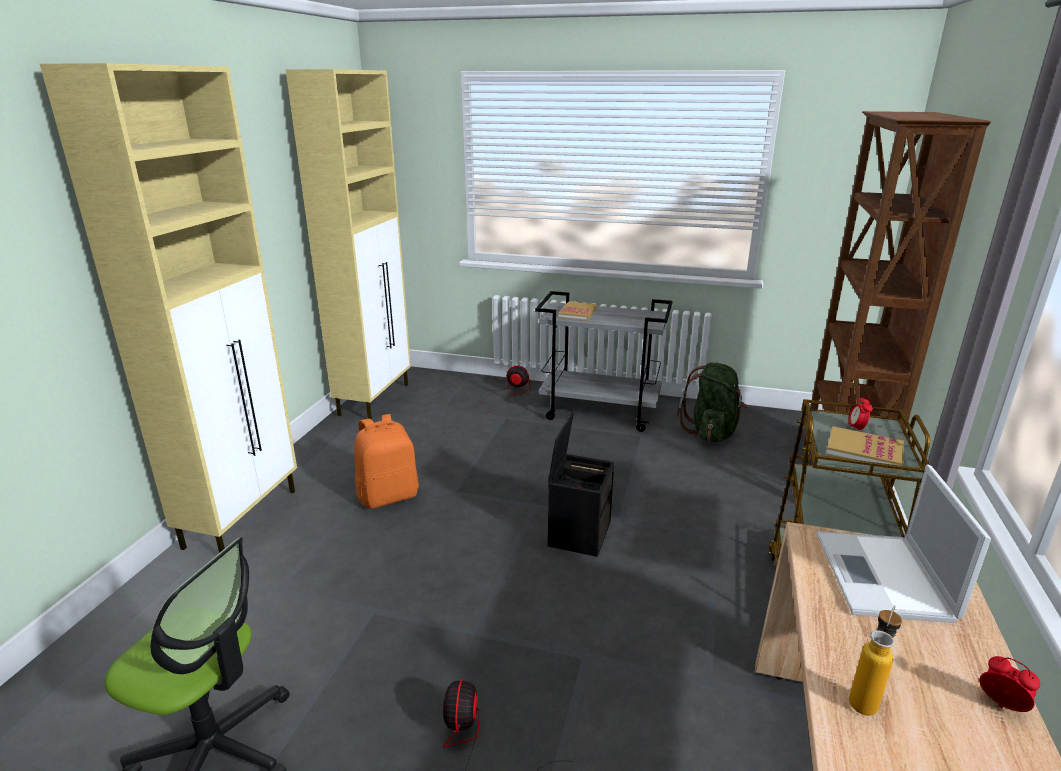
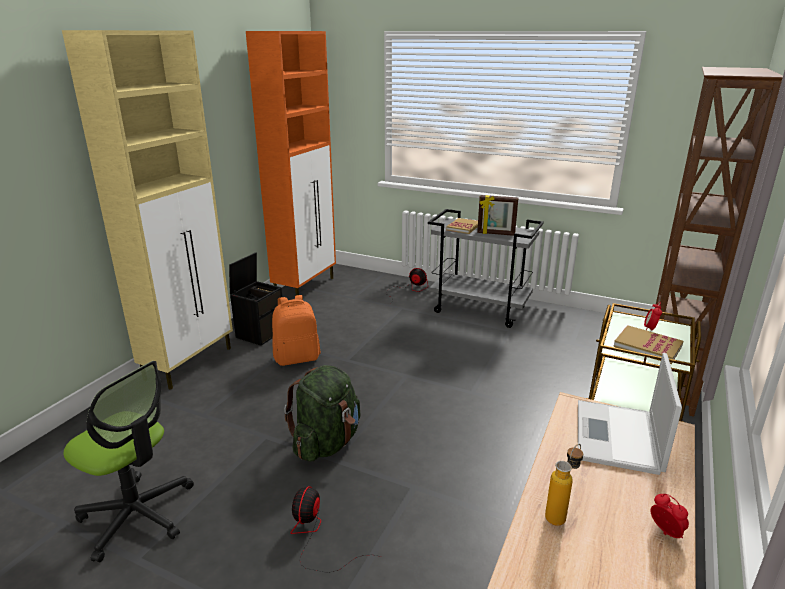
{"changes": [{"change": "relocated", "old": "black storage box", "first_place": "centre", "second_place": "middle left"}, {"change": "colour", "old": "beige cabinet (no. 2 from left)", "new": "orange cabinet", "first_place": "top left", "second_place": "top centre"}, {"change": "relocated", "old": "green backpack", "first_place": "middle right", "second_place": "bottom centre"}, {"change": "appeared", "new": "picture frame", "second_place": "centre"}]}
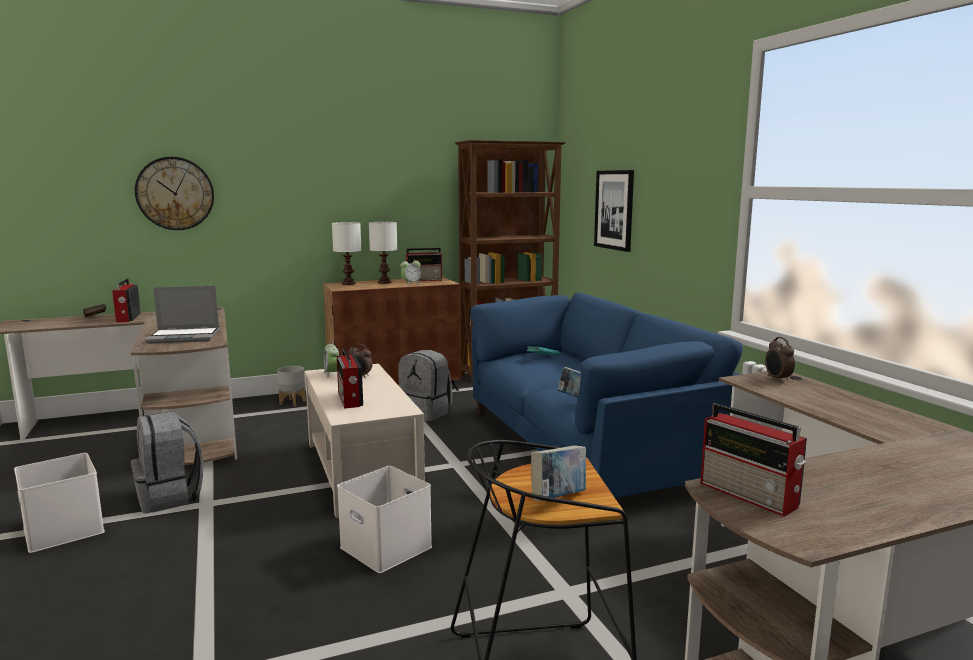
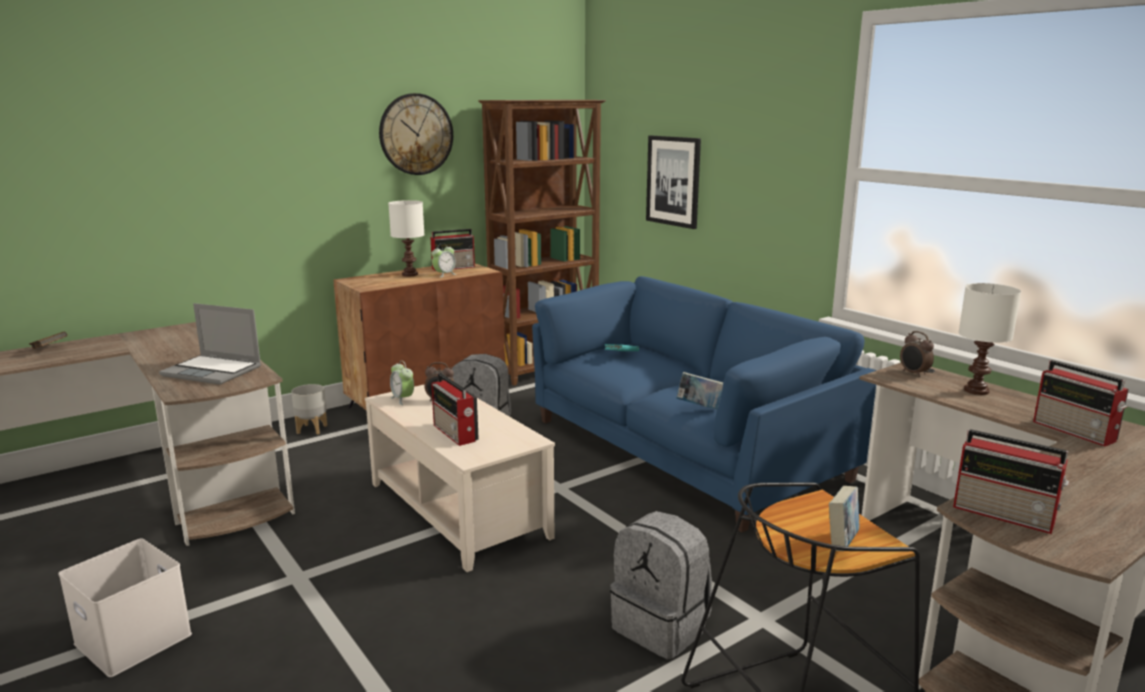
{"changes": [{"change": "spun", "old": "laptop", "first_place": "middle left", "second_place": "middle left", "degrees": 45}, {"change": "relocated", "old": "wall clock", "first_place": "top left", "second_place": "top centre"}, {"change": "relocated", "old": "grey backpack (no. 1 from left in the first image)", "new": "grey backpack (no. 2 from left)", "first_place": "bottom left", "second_place": "bottom centre"}, {"change": "relocated", "old": "white table lamp (no. 1 from left in the first image)", "new": "white table lamp (no. 2 from left)", "first_place": "centre", "second_place": "middle right"}, {"change": "relocated", "old": "radio (no. 1 from left in the first image)", "new": "radio (no. 4 from left)", "first_place": "middle left", "second_place": "middle right"}, {"change": "missing", "old": "white storage box (no. 2 from left)", "first_place": "bottom centre"}]}
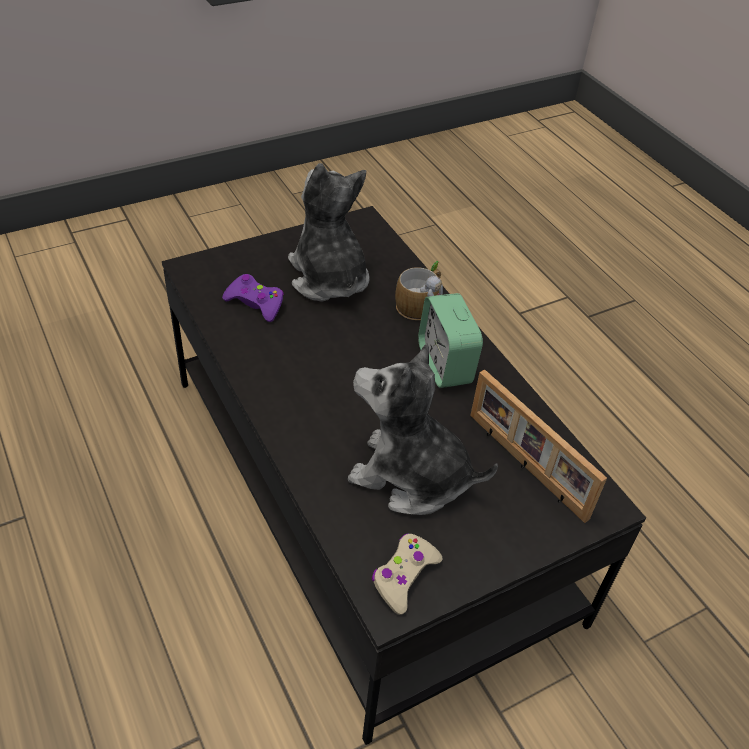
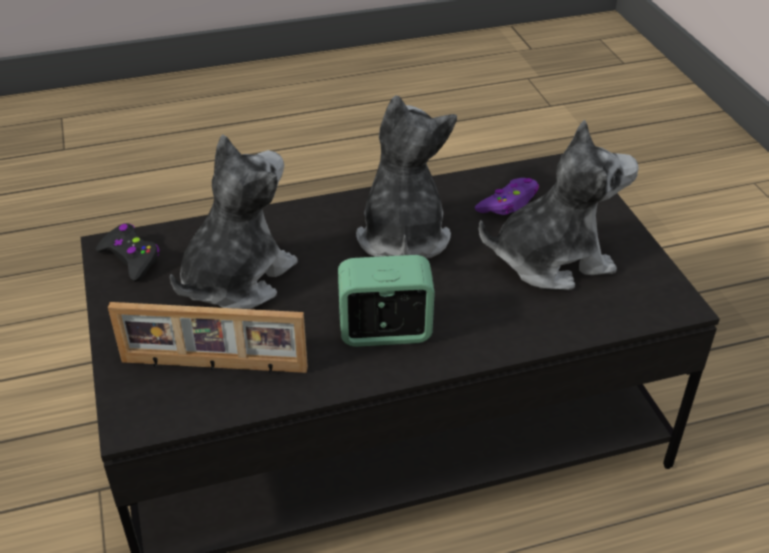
{"changes": [{"change": "colour", "old": "beige game controller", "new": "black game controller", "first_place": "bottom centre", "second_place": "middle left"}, {"change": "spun", "old": "picture frame", "first_place": "middle right", "second_place": "middle left", "degrees": -150}, {"change": "appeared", "new": "plush toy (no. 2 from left)", "second_place": "top centre"}, {"change": "missing", "old": "mug", "first_place": "centre"}]}
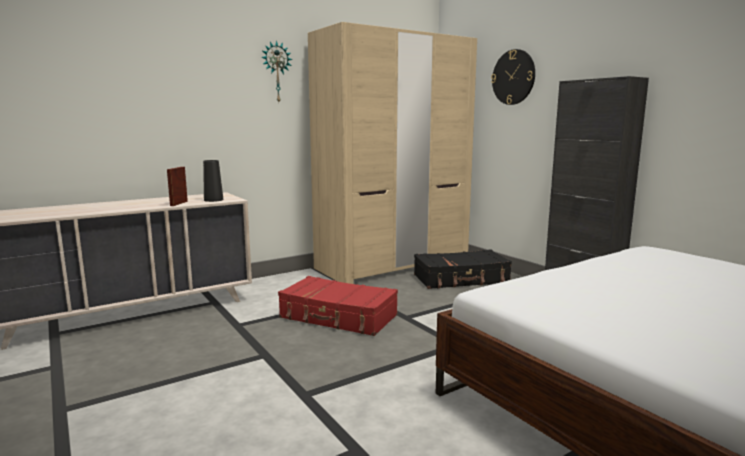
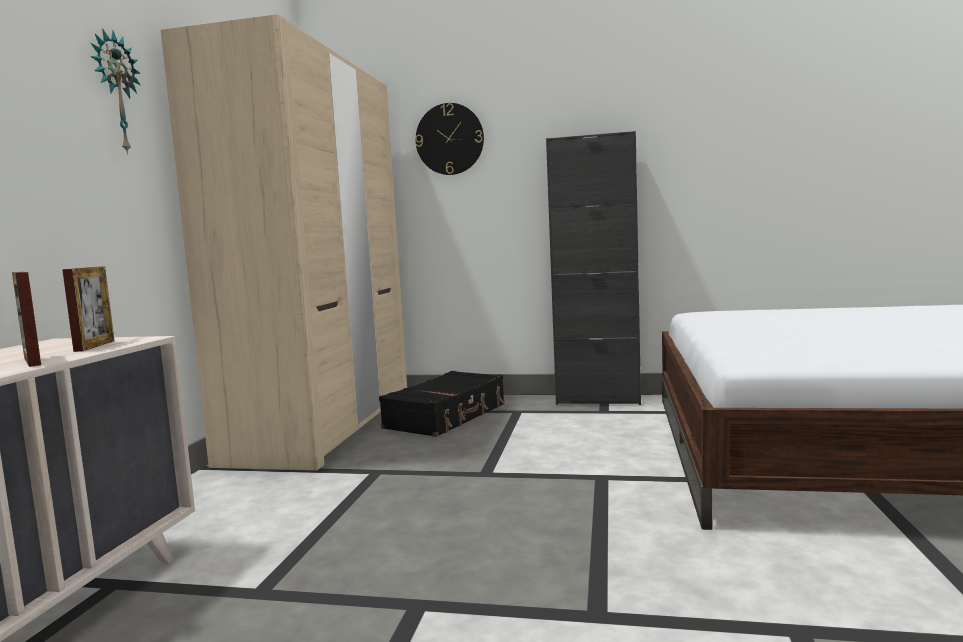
{"changes": [{"change": "exchanged", "old": "black vase", "new": "picture frame (no. 2 from left)", "first_place": "middle left", "second_place": "middle left"}, {"change": "missing", "old": "red suitcase", "first_place": "bottom centre"}]}
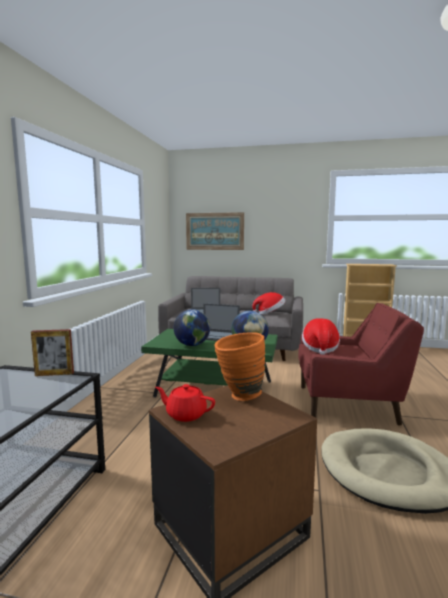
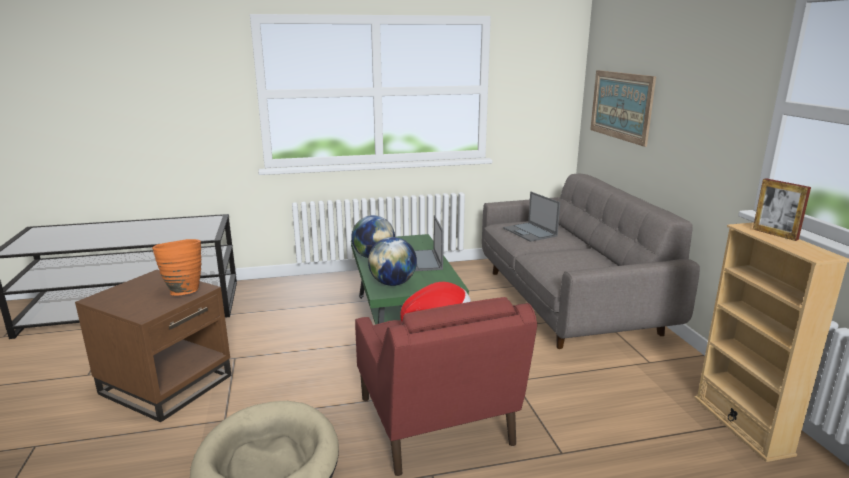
{"changes": [{"change": "relocated", "old": "picture frame", "first_place": "middle left", "second_place": "middle right"}, {"change": "missing", "old": "red teapot", "first_place": "bottom centre"}, {"change": "missing", "old": "hat (no. 1 from left)", "first_place": "centre"}]}
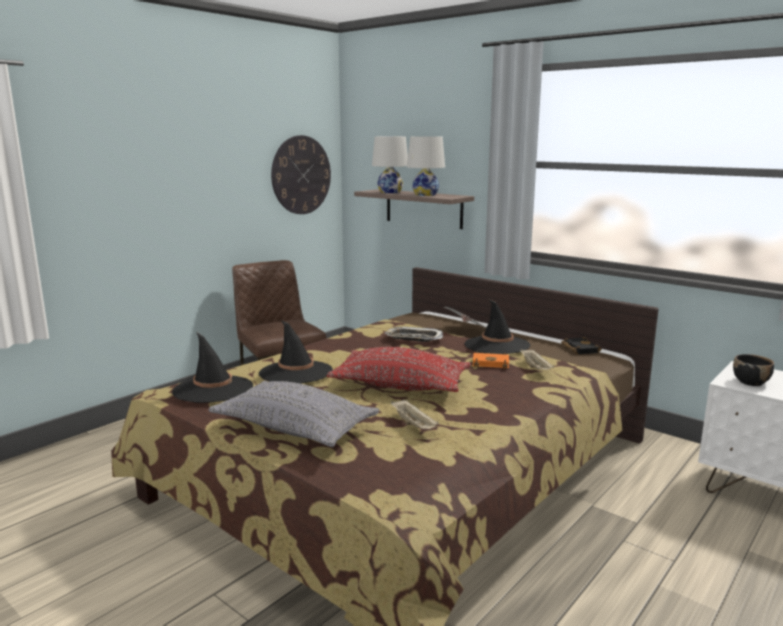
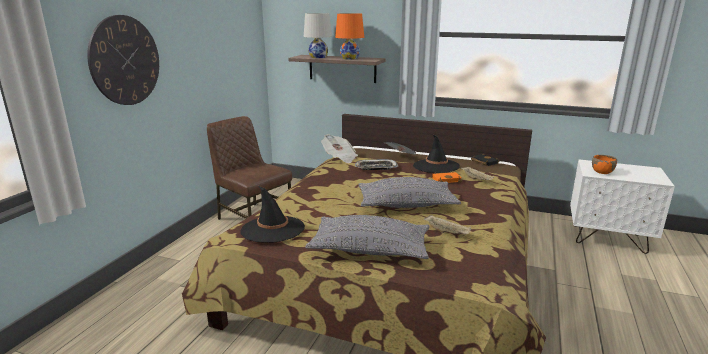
{"changes": [{"change": "relocated", "old": "wall clock", "first_place": "top centre", "second_place": "top left"}, {"change": "appeared", "new": "newspaper (no. 1 from left)", "second_place": "centre"}, {"change": "colour", "old": "white table lamp (no. 2 from left)", "new": "orange table lamp", "first_place": "top centre", "second_place": "top centre"}, {"change": "colour", "old": "red pillow", "new": "grey pillow (no. 2 from left)", "first_place": "centre", "second_place": "centre"}, {"change": "colour", "old": "black bowl", "new": "orange bowl", "first_place": "middle right", "second_place": "middle right"}, {"change": "missing", "old": "black hat (no. 2 from left)", "first_place": "centre"}]}
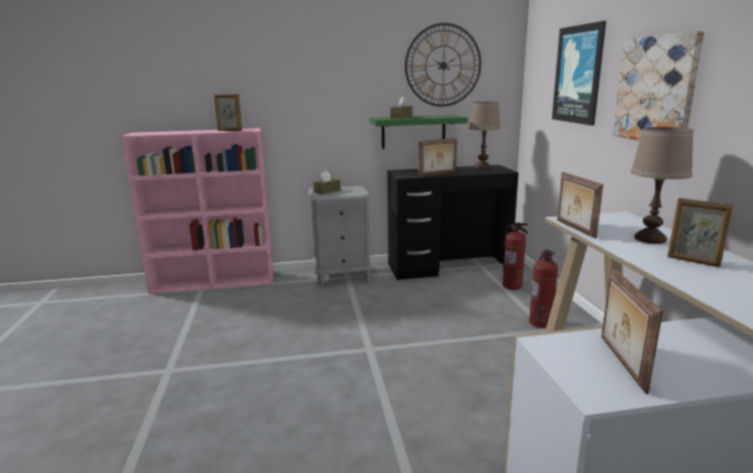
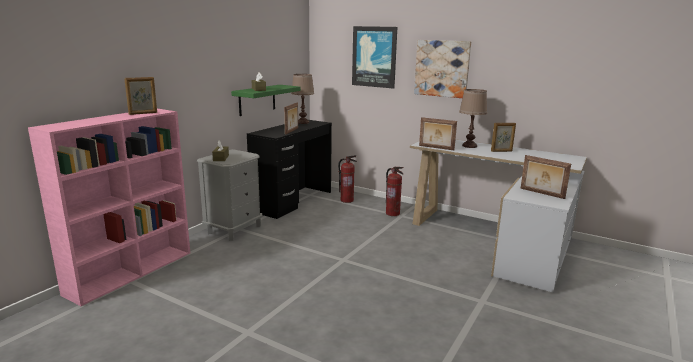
{"changes": [{"change": "missing", "old": "wall clock", "first_place": "top centre"}]}
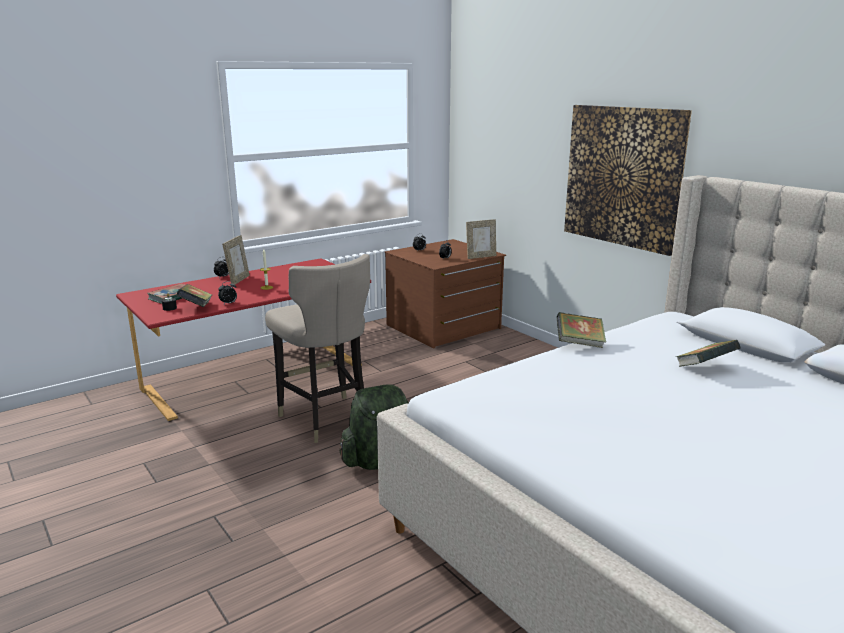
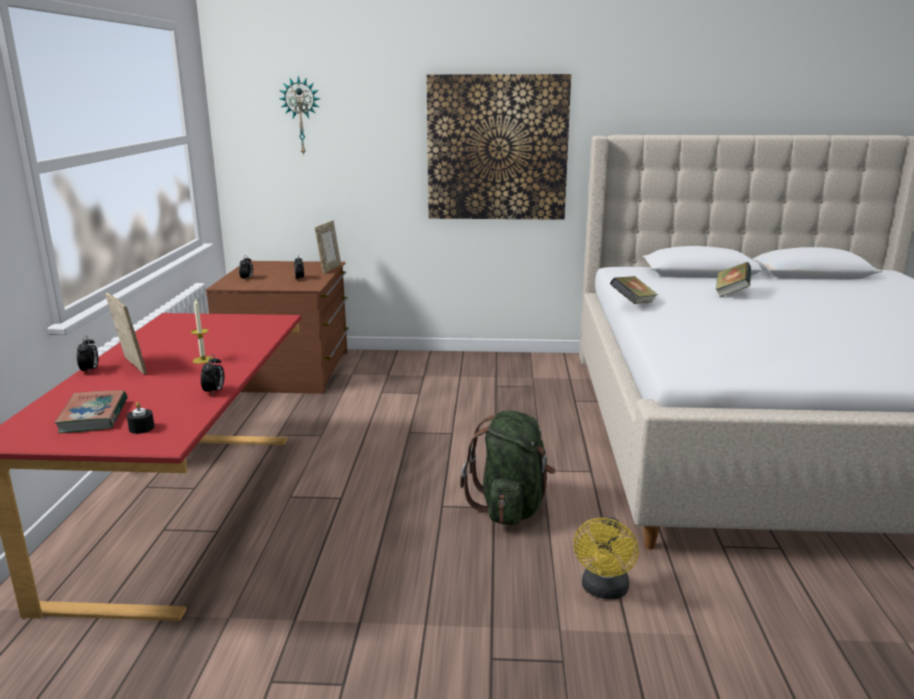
{"changes": [{"change": "appeared", "new": "wall clock", "second_place": "top left"}, {"change": "appeared", "new": "yellow fan", "second_place": "bottom centre"}, {"change": "missing", "old": "book (no. 2 from left)", "first_place": "middle left"}, {"change": "missing", "old": "beige stool", "first_place": "centre"}]}
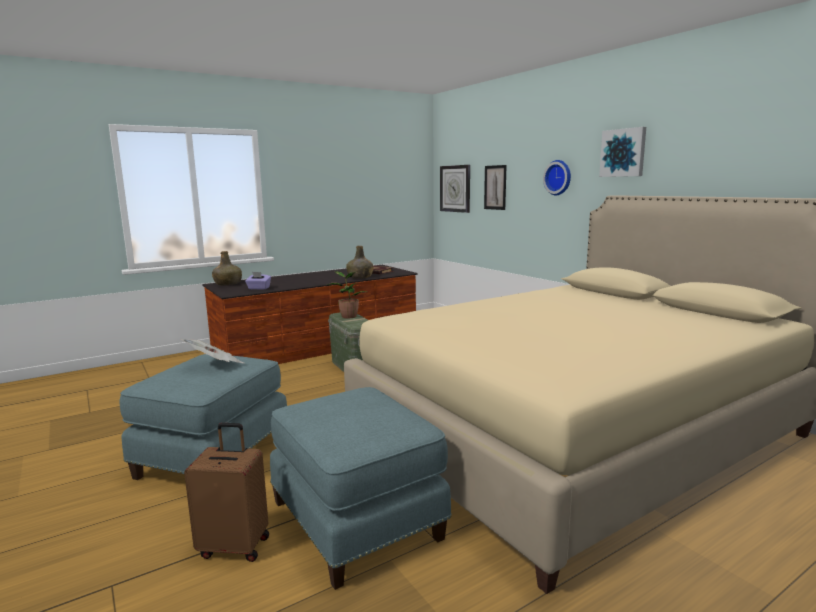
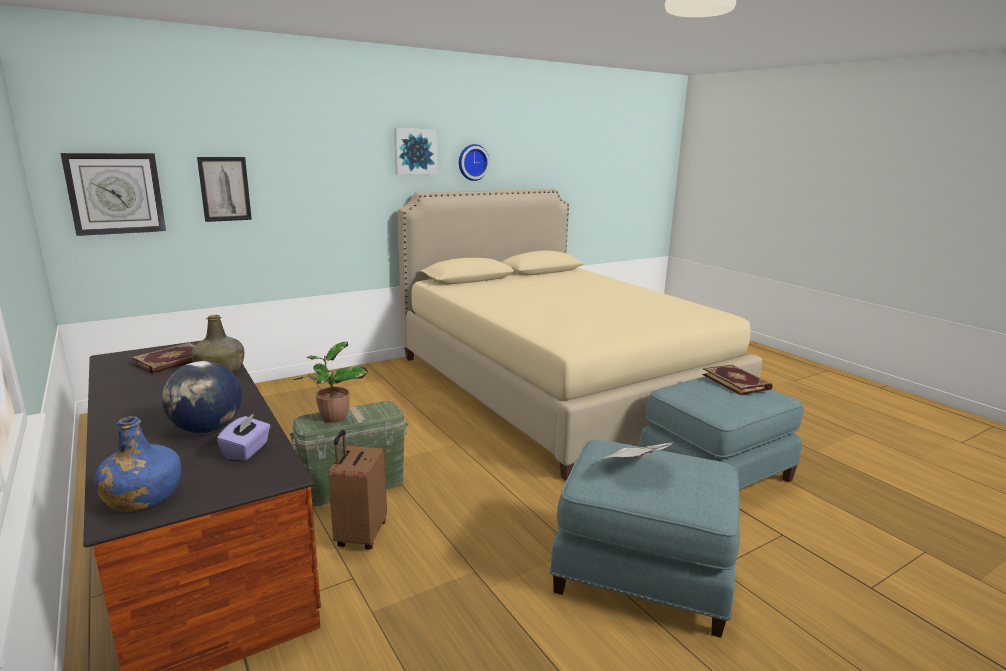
{"changes": [{"change": "colour", "old": "green bottle (no. 1 from left)", "new": "blue bottle", "first_place": "middle left", "second_place": "bottom left"}, {"change": "appeared", "new": "globe", "second_place": "middle left"}, {"change": "relocated", "old": "brown suitcase", "first_place": "bottom left", "second_place": "bottom centre"}, {"change": "relocated", "old": "wall clock (no. 2 from left)", "first_place": "top right", "second_place": "top centre"}, {"change": "appeared", "new": "book (no. 2 from left)", "second_place": "middle right"}]}
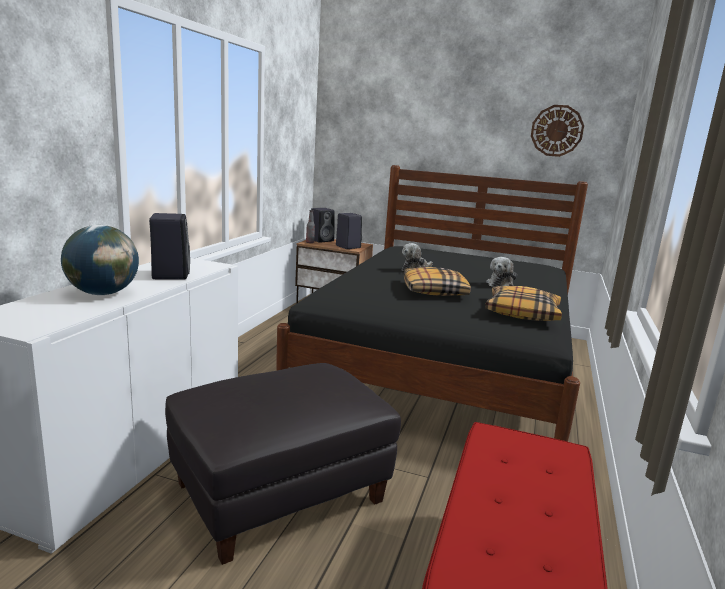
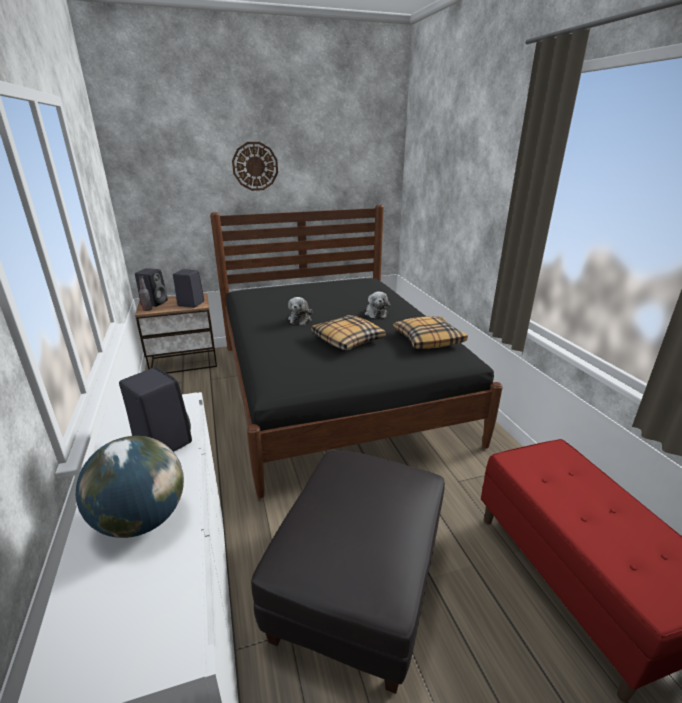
{"changes": [{"change": "relocated", "old": "wall clock", "first_place": "top right", "second_place": "top centre"}]}
